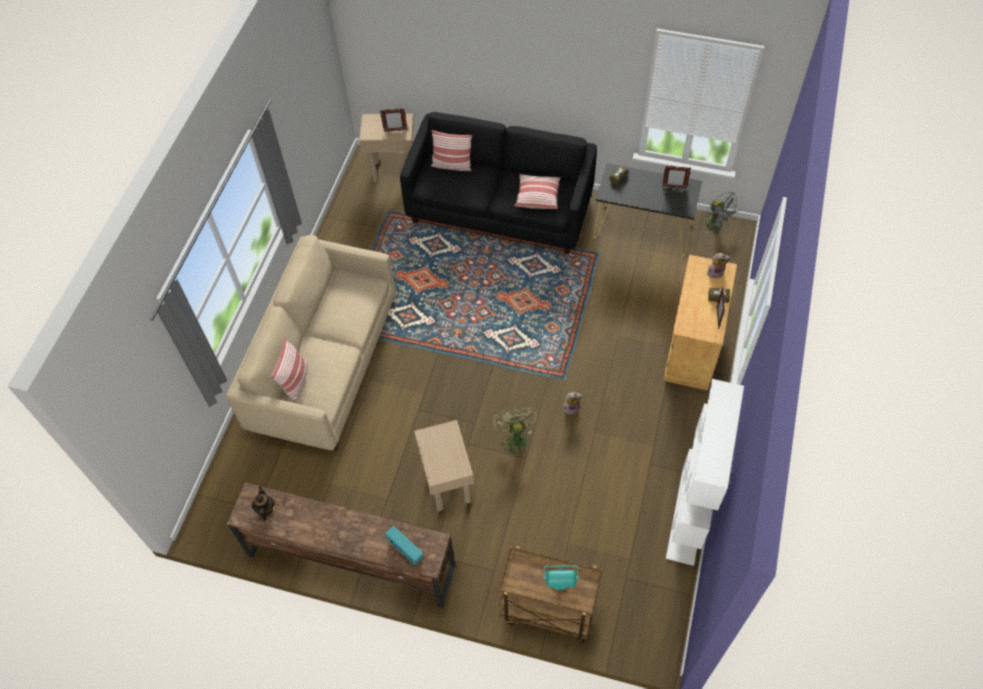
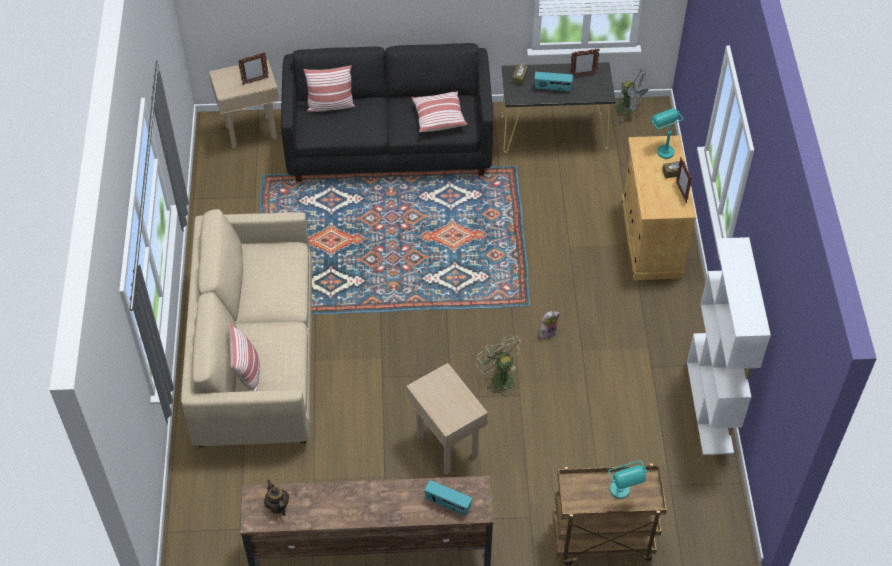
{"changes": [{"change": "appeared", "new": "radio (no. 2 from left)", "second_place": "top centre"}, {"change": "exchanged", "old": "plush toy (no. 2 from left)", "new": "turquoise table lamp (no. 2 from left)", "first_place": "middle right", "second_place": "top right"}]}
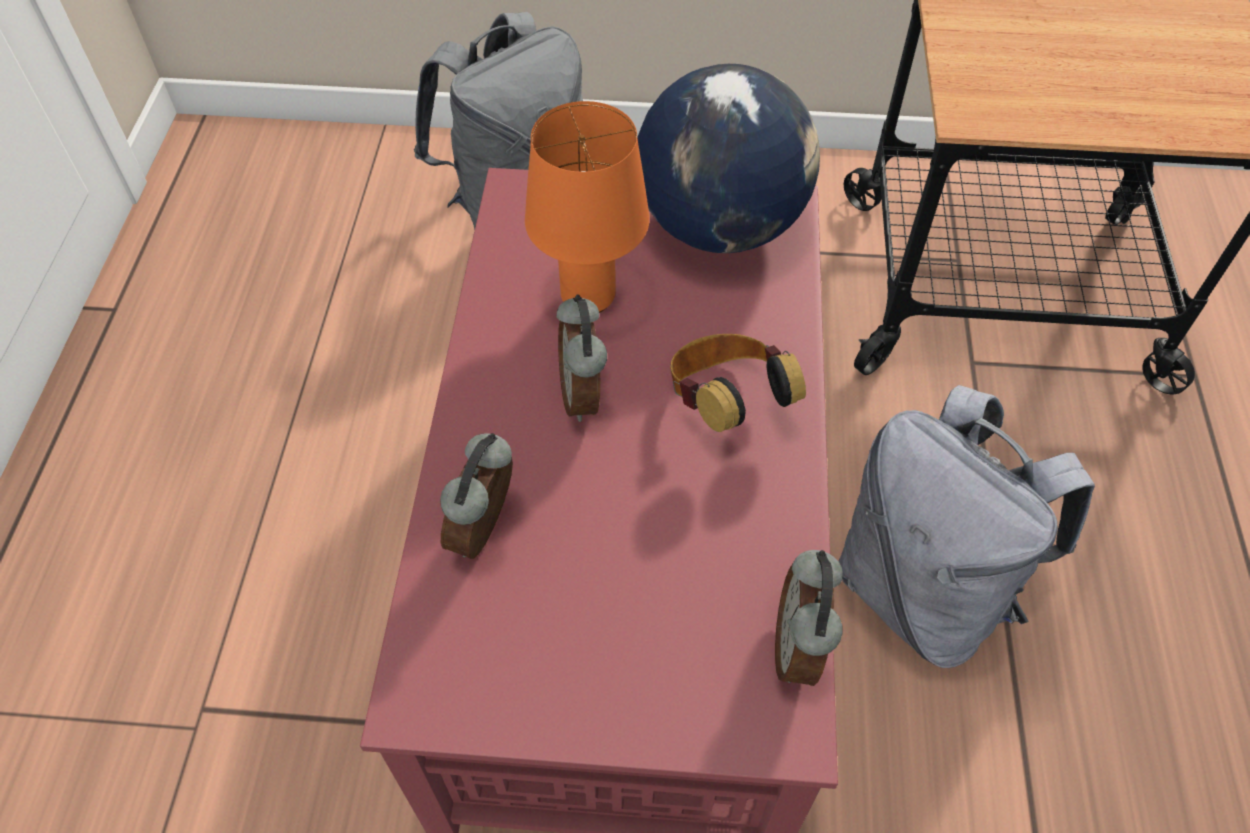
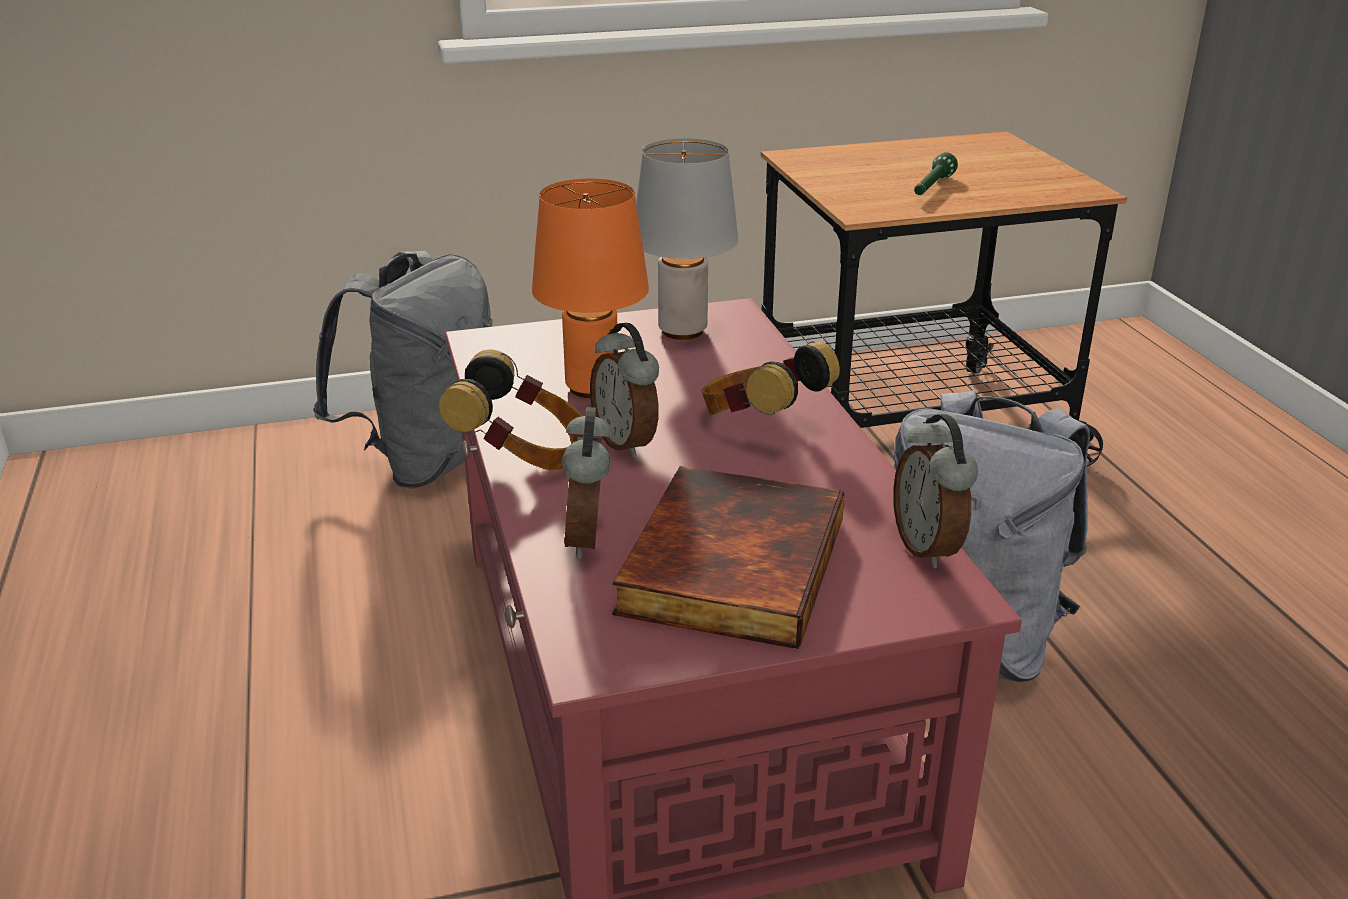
{"changes": [{"change": "appeared", "new": "headphones (no. 1 from left)", "second_place": "centre"}, {"change": "appeared", "new": "book", "second_place": "centre"}, {"change": "exchanged", "old": "globe", "new": "grey table lamp", "first_place": "top centre", "second_place": "top centre"}, {"change": "appeared", "new": "green flashlight", "second_place": "top right"}]}
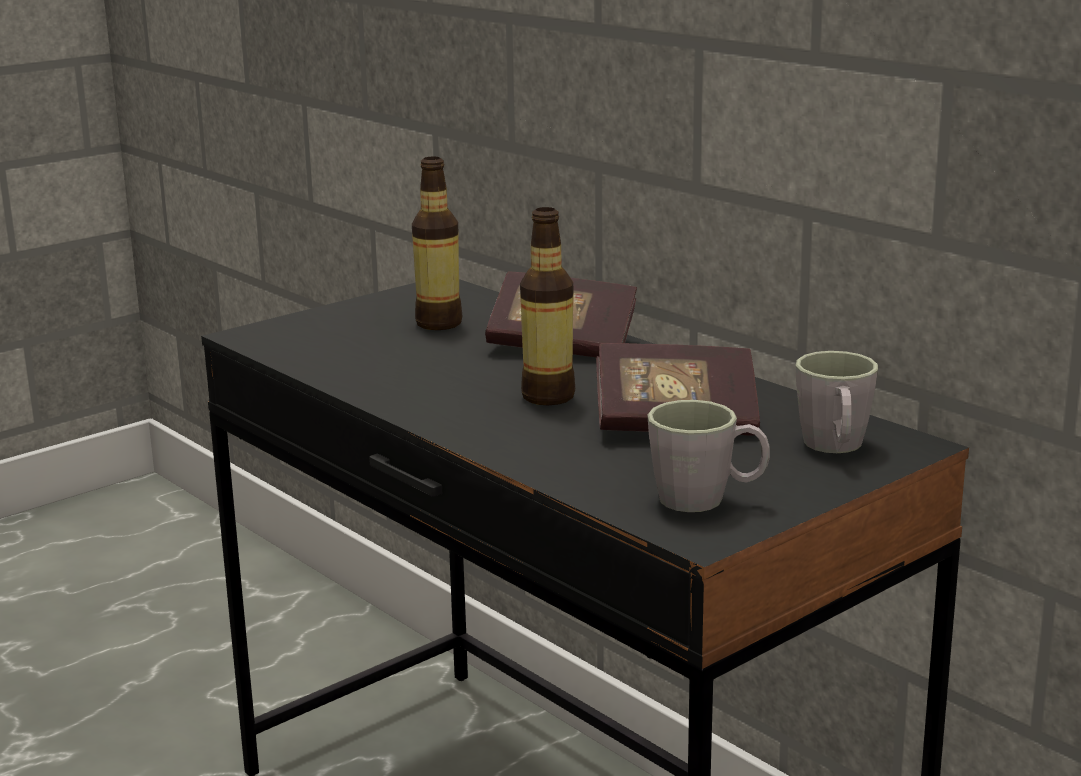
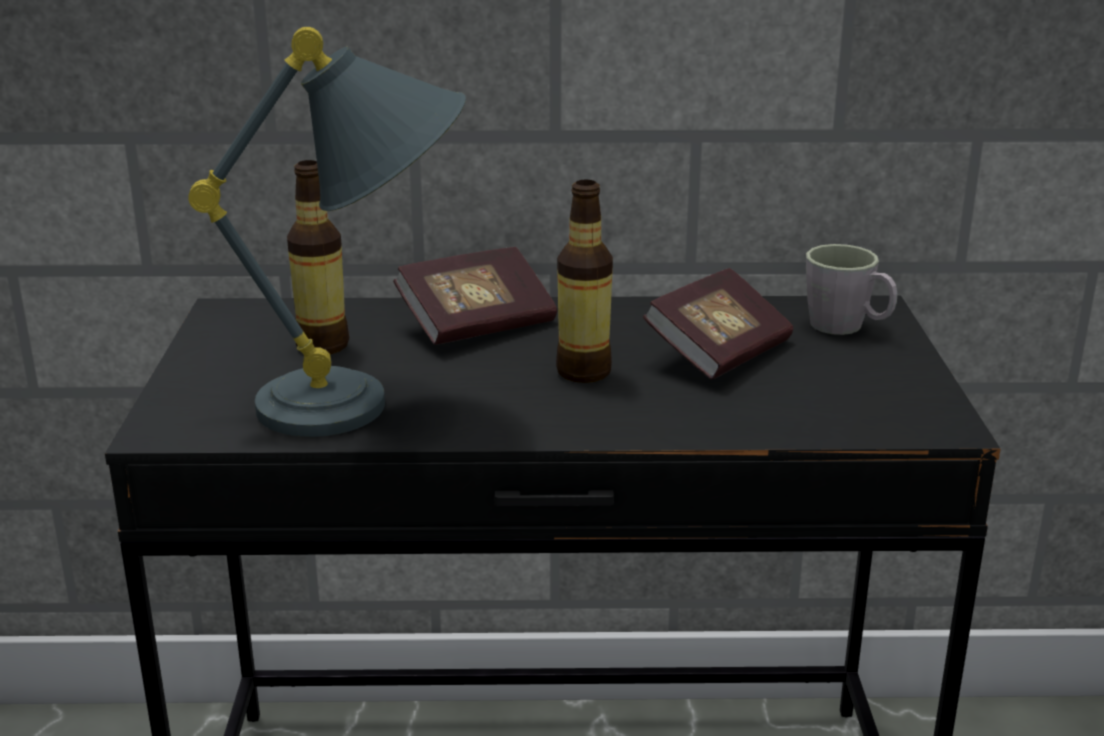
{"changes": [{"change": "appeared", "new": "grey table lamp", "second_place": "top left"}, {"change": "missing", "old": "grey mug (no. 1 from left)", "first_place": "centre"}]}
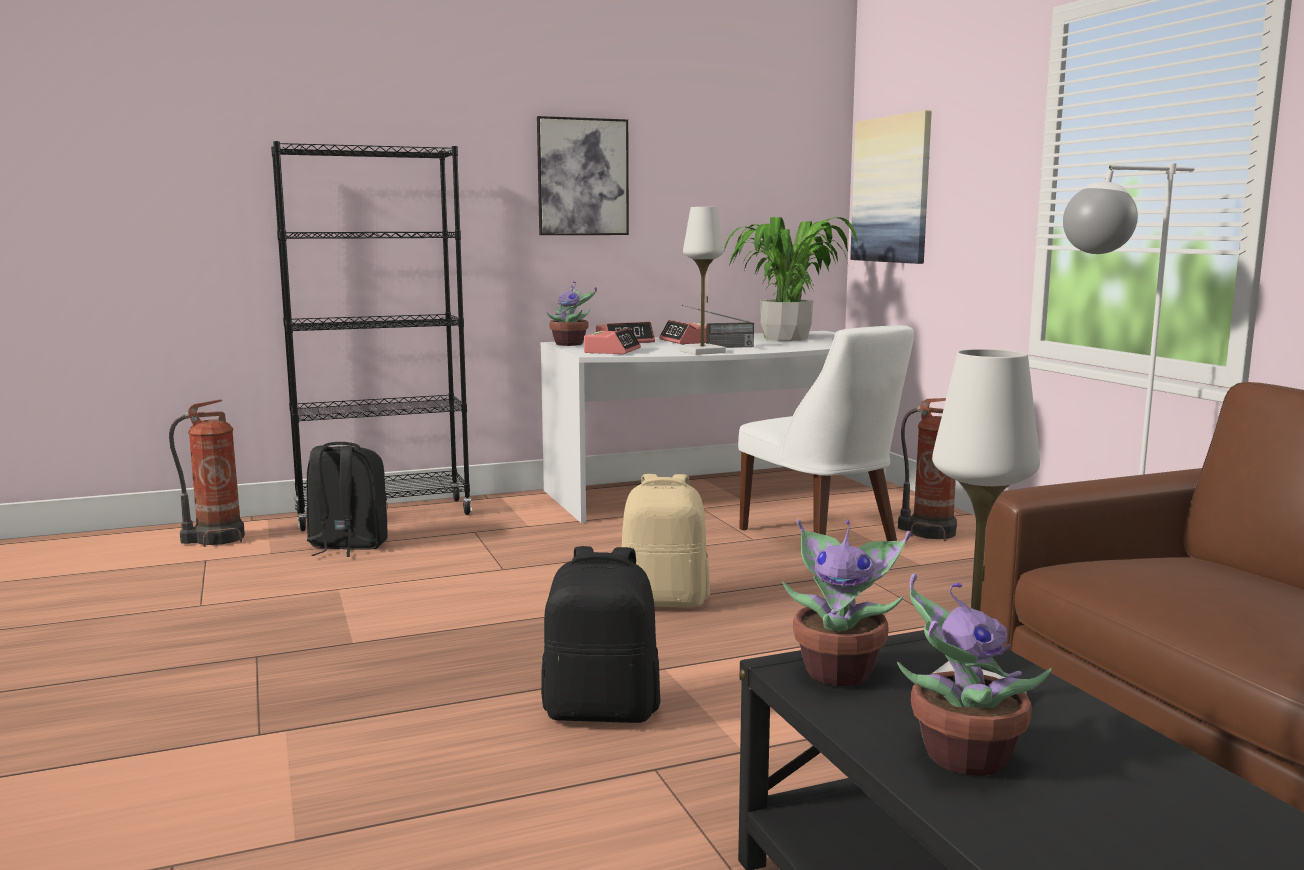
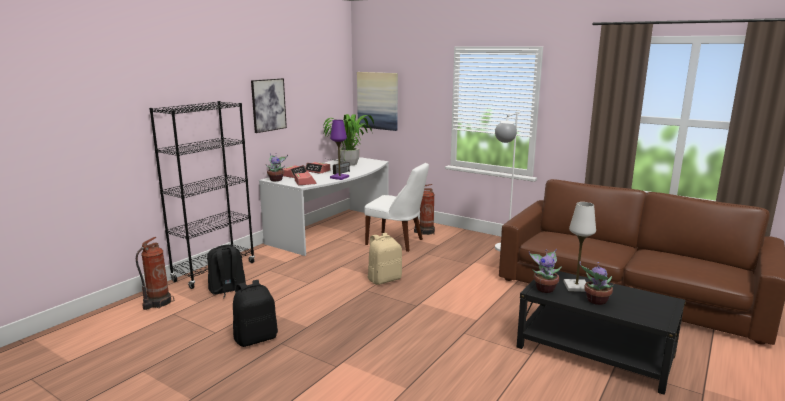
{"changes": [{"change": "relocated", "old": "black backpack (no. 2 from left)", "first_place": "bottom centre", "second_place": "bottom left"}, {"change": "colour", "old": "white table lamp (no. 1 from left)", "new": "purple table lamp", "first_place": "top centre", "second_place": "centre"}]}
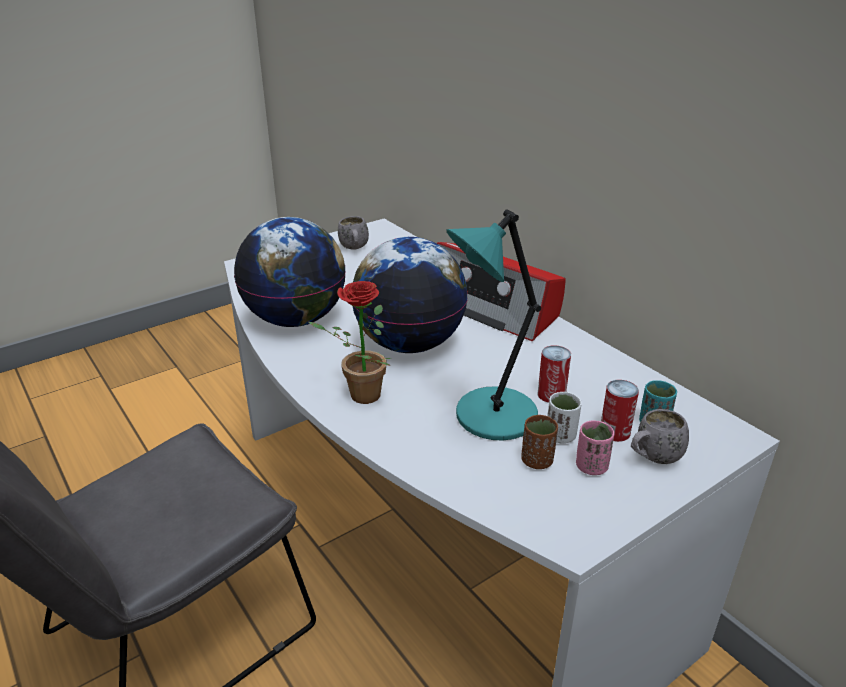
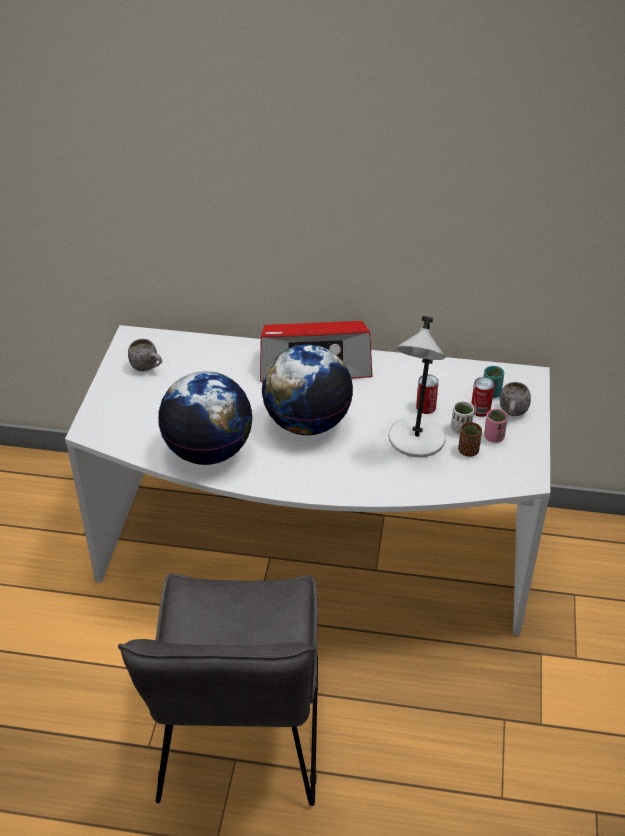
{"changes": [{"change": "colour", "old": "turquoise table lamp", "new": "grey table lamp", "first_place": "centre", "second_place": "middle right"}, {"change": "missing", "old": "potted plant", "first_place": "centre"}]}
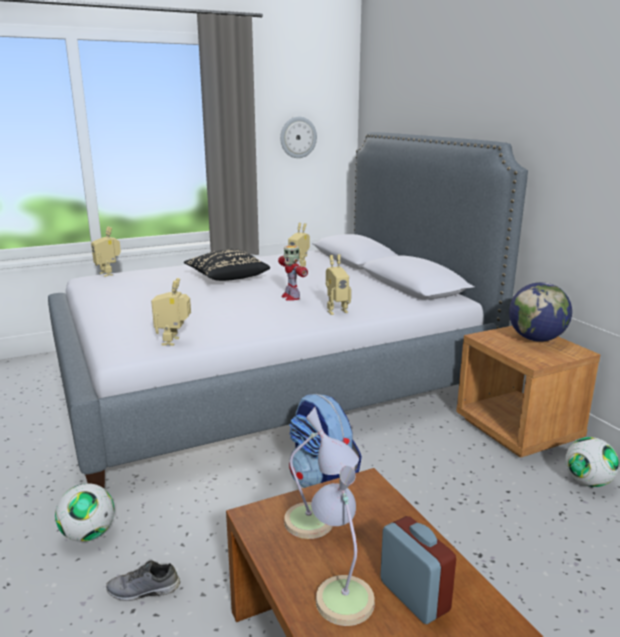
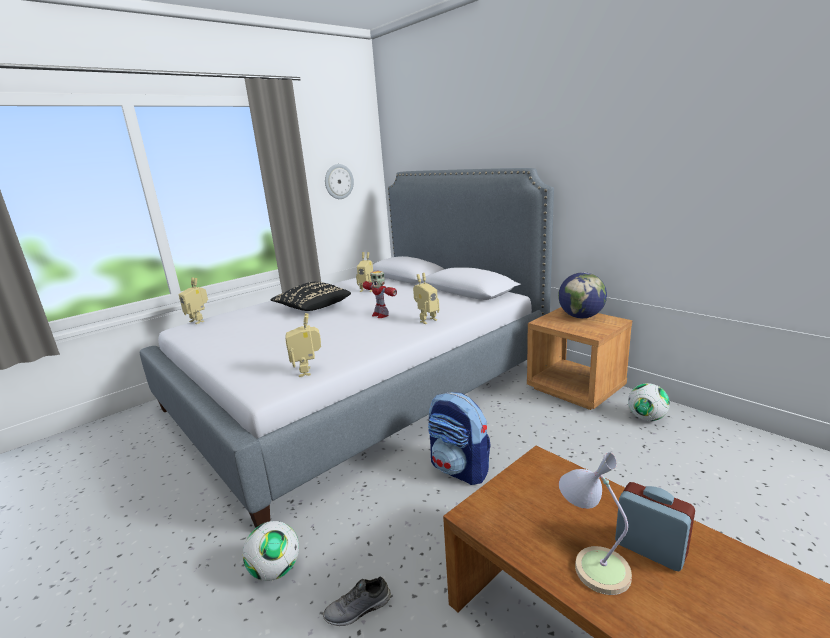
{"changes": [{"change": "missing", "old": "table lamp (no. 1 from left)", "first_place": "bottom centre"}]}
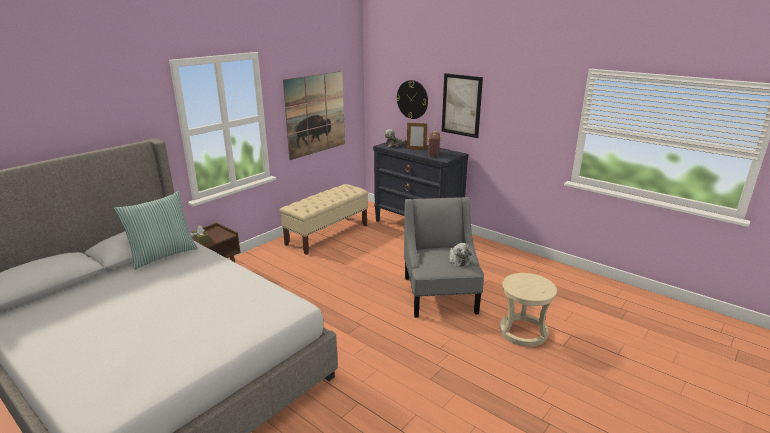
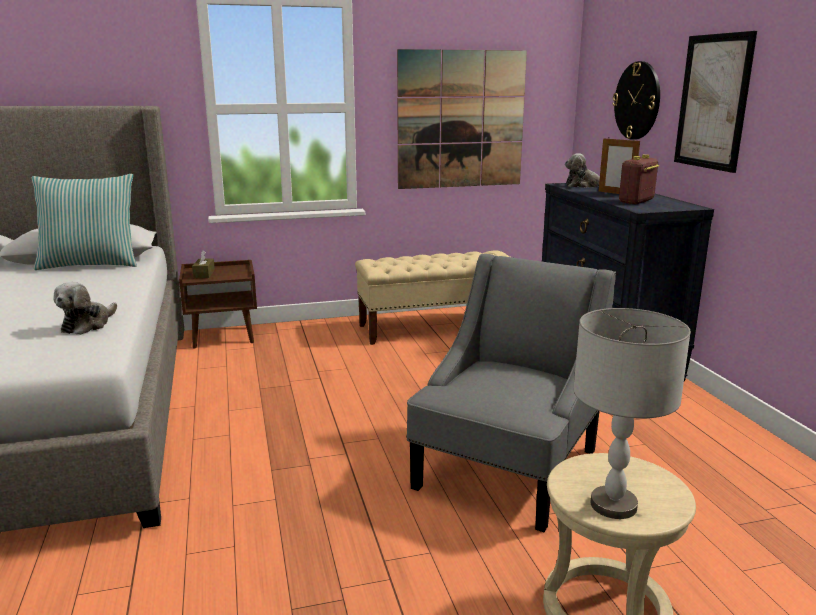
{"changes": [{"change": "relocated", "old": "plush toy (no. 2 from left in the first image)", "new": "plush toy (no. 1 from left)", "first_place": "centre", "second_place": "middle left"}, {"change": "appeared", "new": "grey table lamp", "second_place": "bottom right"}]}
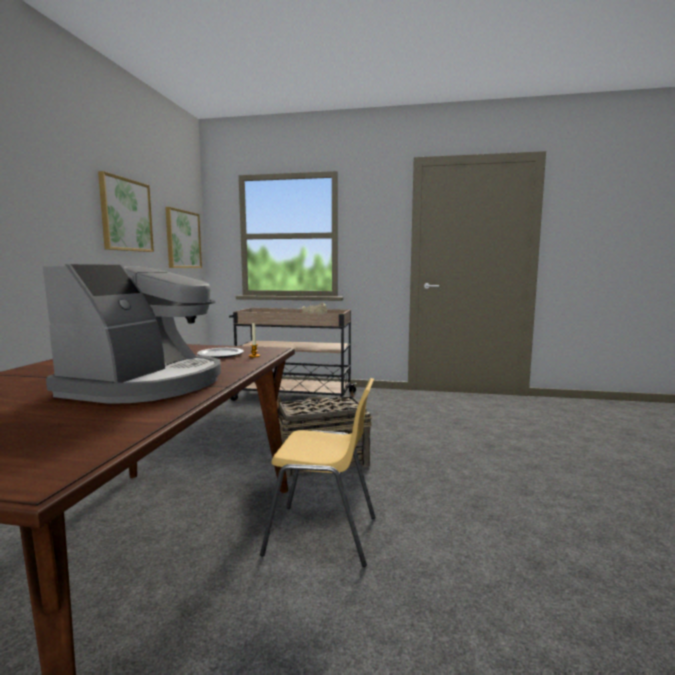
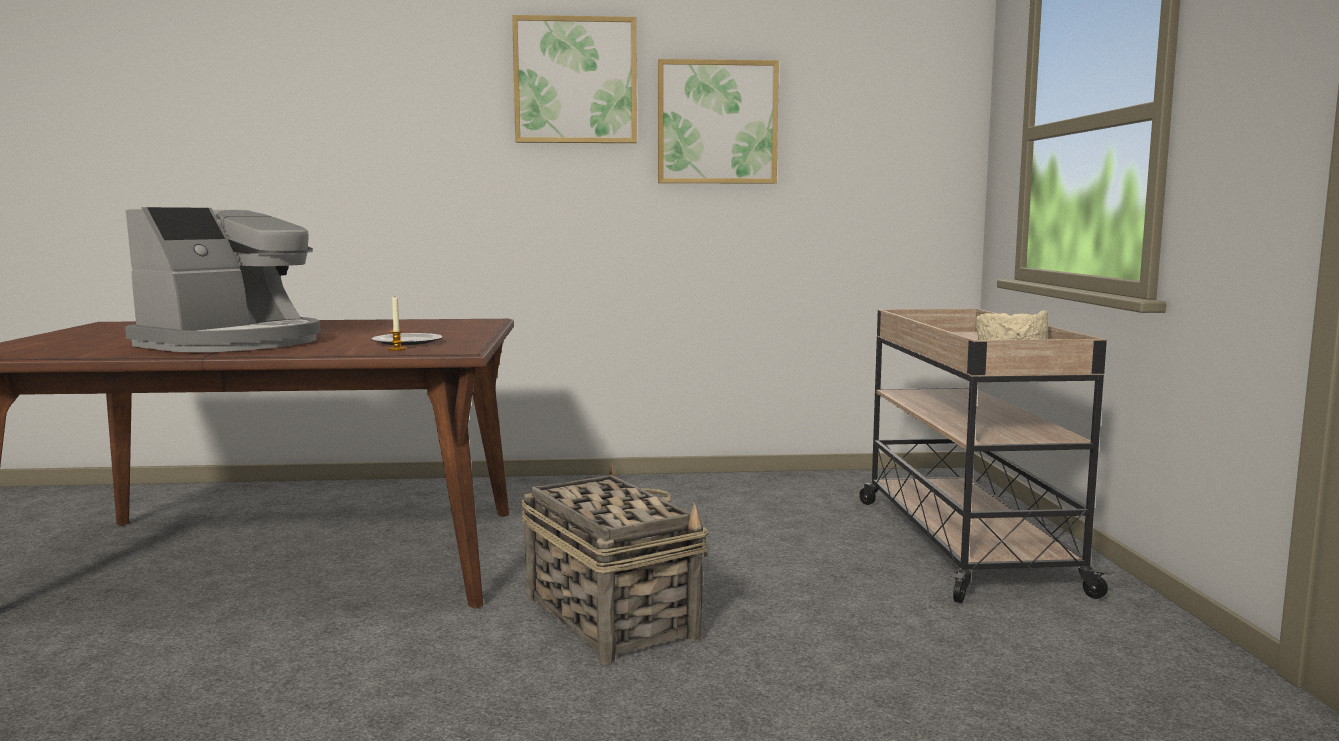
{"changes": [{"change": "spun", "old": "coffee machine", "first_place": "middle left", "second_place": "middle left", "degrees": -60}, {"change": "relocated", "old": "picture (no. 2 from left in the first image)", "new": "picture (no. 1 from left)", "first_place": "middle left", "second_place": "top centre"}, {"change": "missing", "old": "yellow chair", "first_place": "bottom centre"}]}
